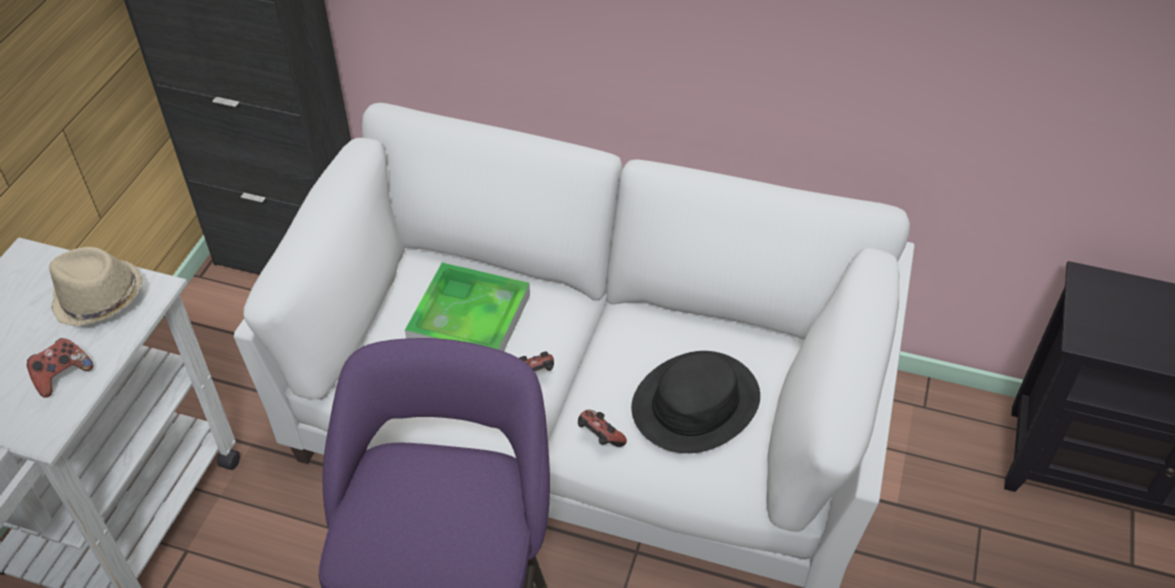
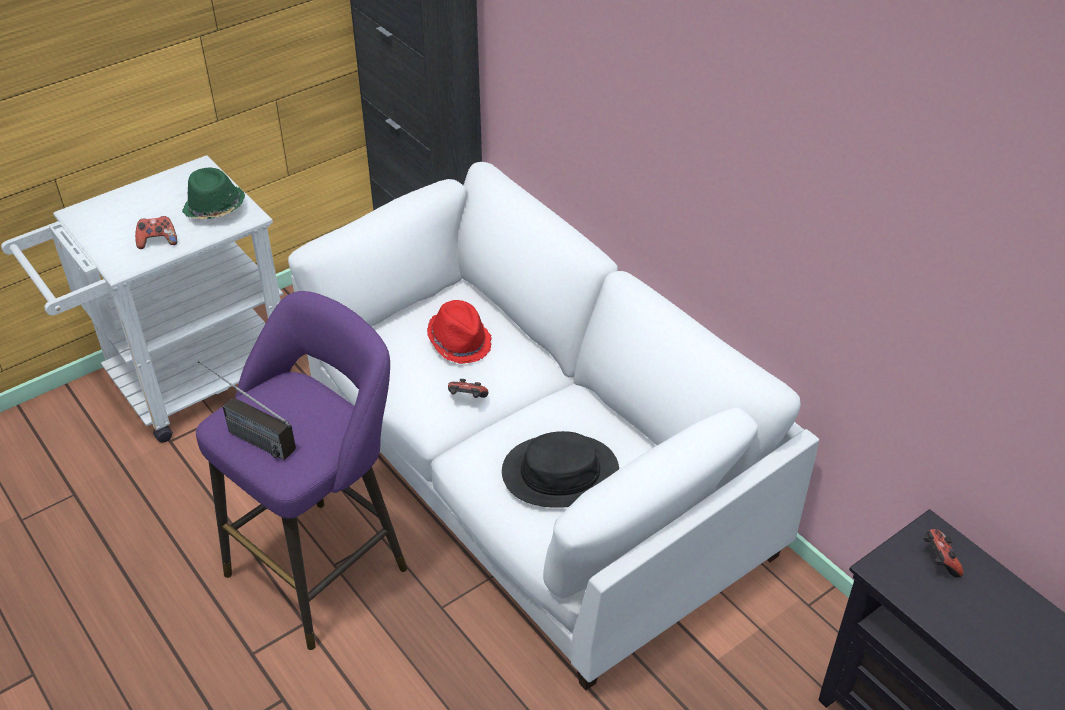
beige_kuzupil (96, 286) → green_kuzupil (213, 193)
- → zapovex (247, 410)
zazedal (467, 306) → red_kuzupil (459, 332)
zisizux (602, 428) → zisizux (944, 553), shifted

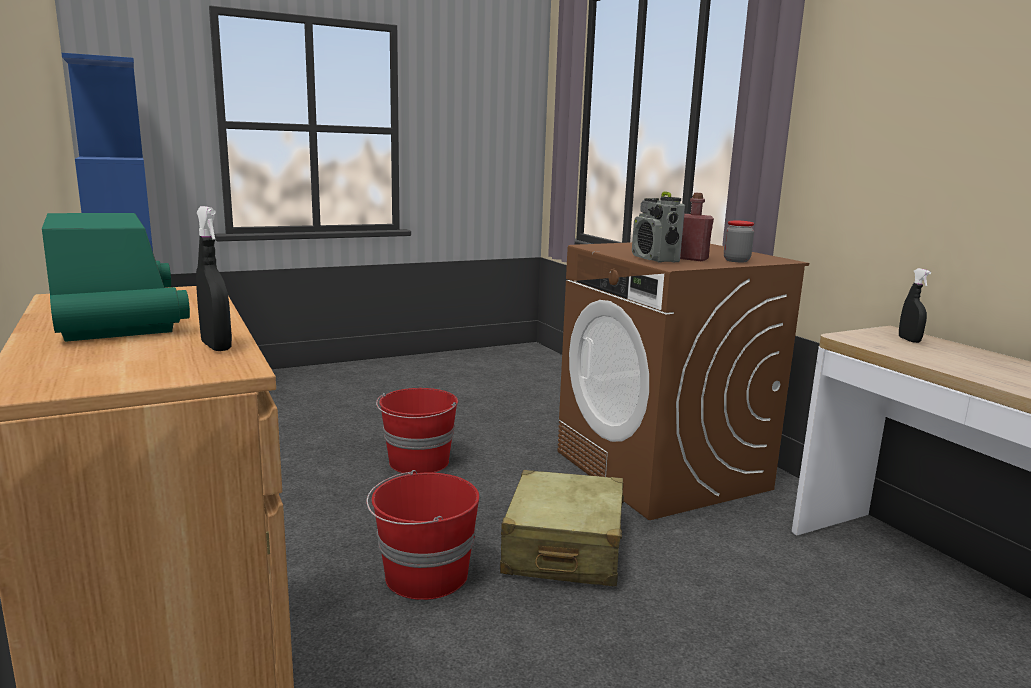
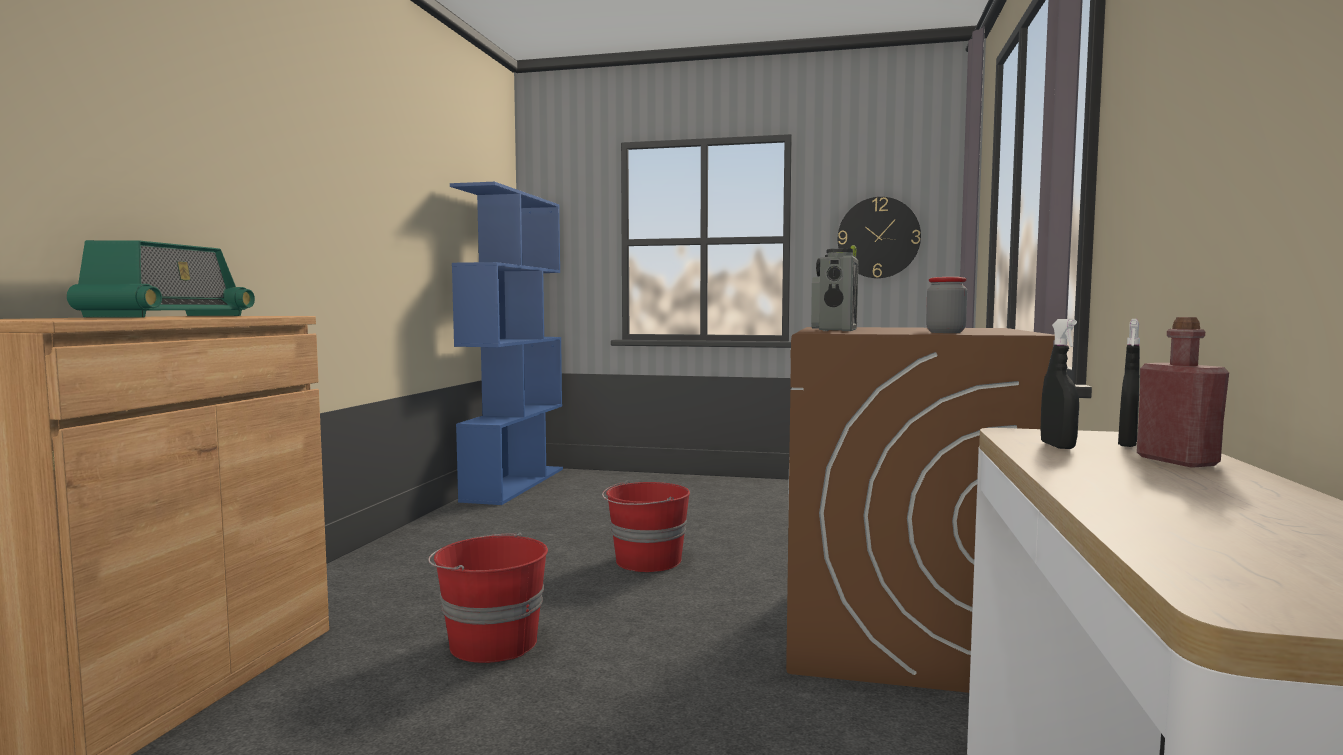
- → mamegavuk (879, 237)
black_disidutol (214, 278) → black_disidutol (1060, 384), shifted
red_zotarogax (697, 227) → red_zotarogax (1183, 392), shifted
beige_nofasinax (562, 528) → -

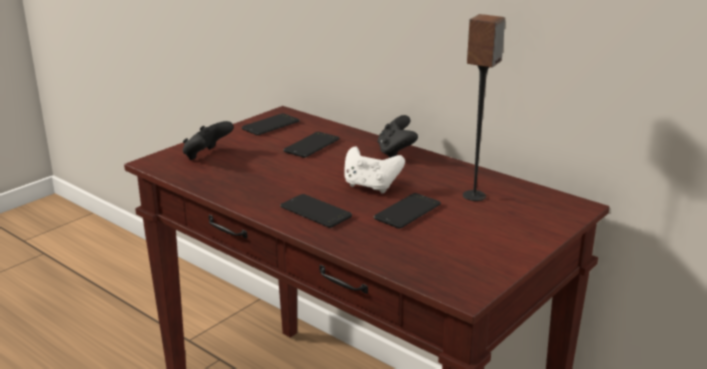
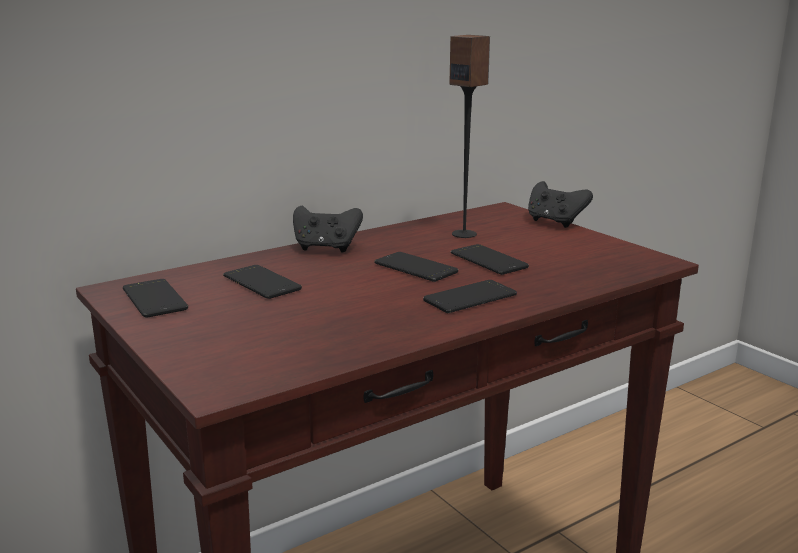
white_zisizux (375, 170) → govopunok (416, 267)
black_zisizux (208, 140) → black_zisizux (560, 204), shifted

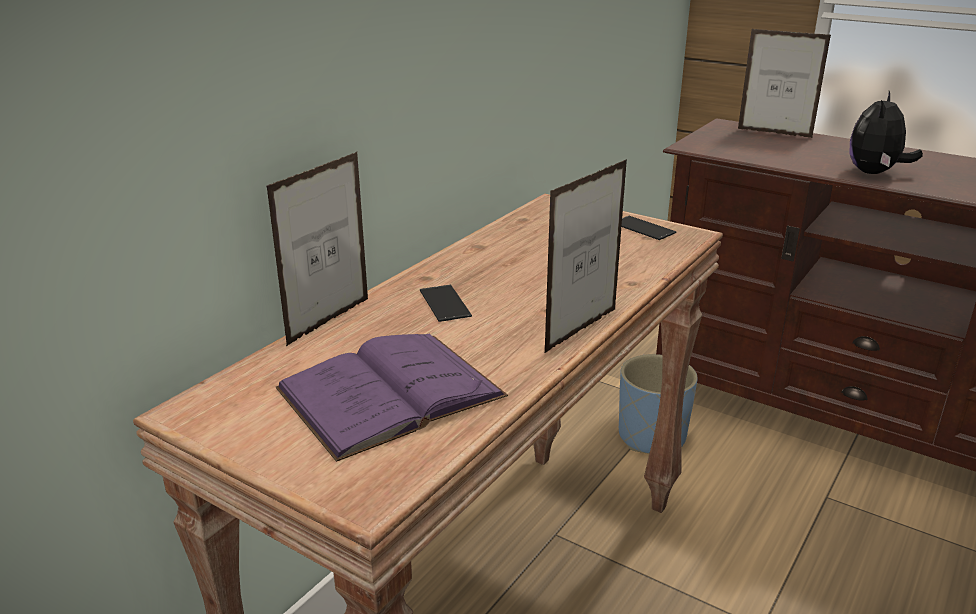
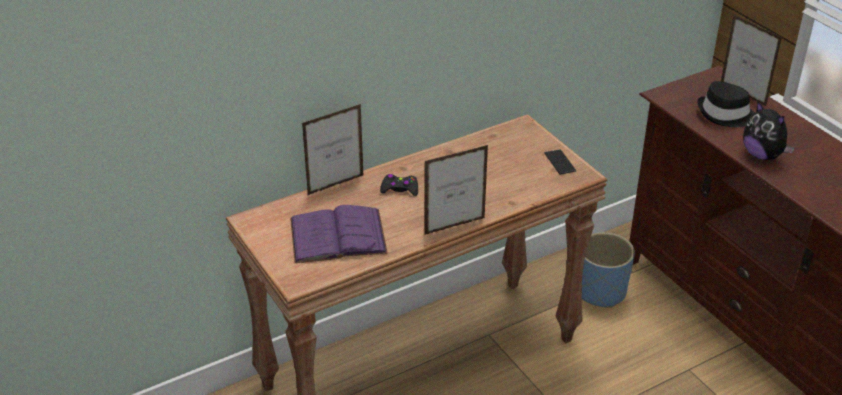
govopunok (446, 303) → black_zisizux (399, 185)
- → black_kuzupil (726, 104)
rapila (886, 132) → rapila (769, 131), 90 degrees counterclockwise

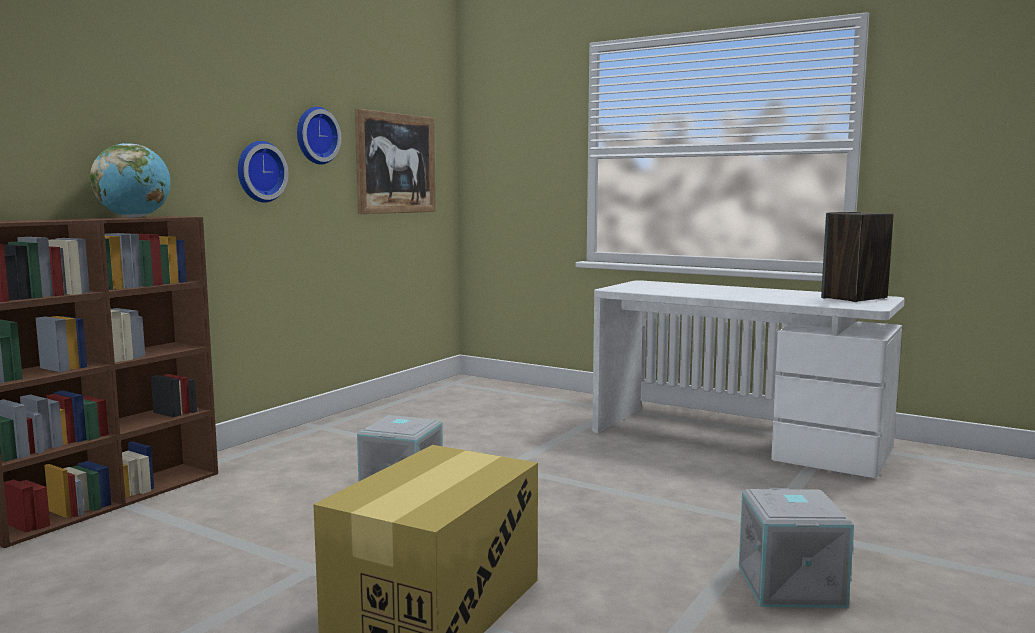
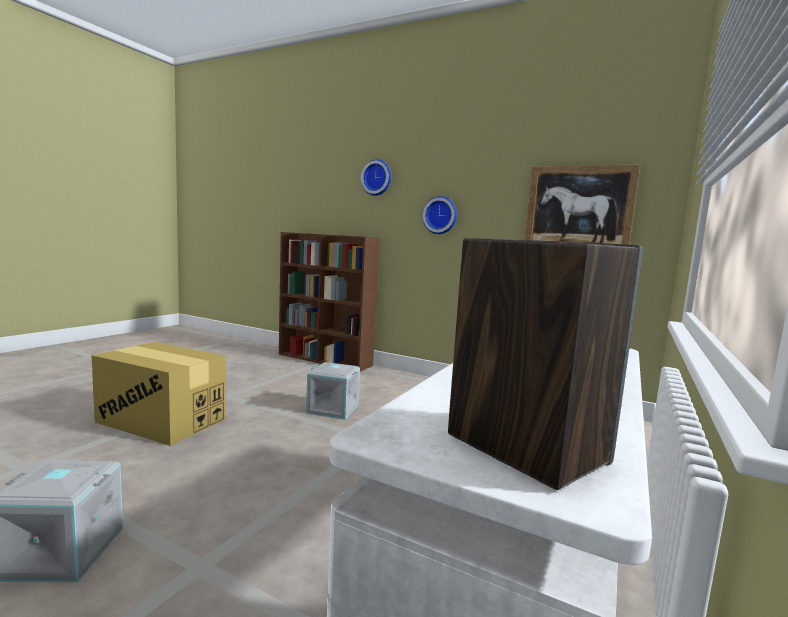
mamegavuk (319, 136) → mamegavuk (376, 177), shifted
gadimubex (130, 180) → -

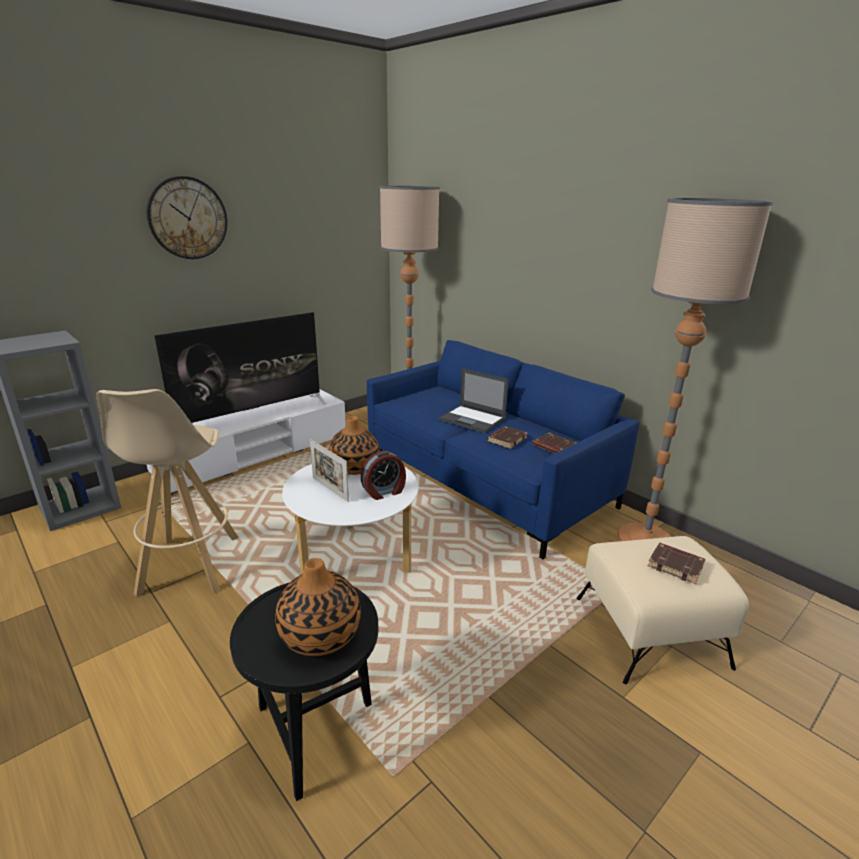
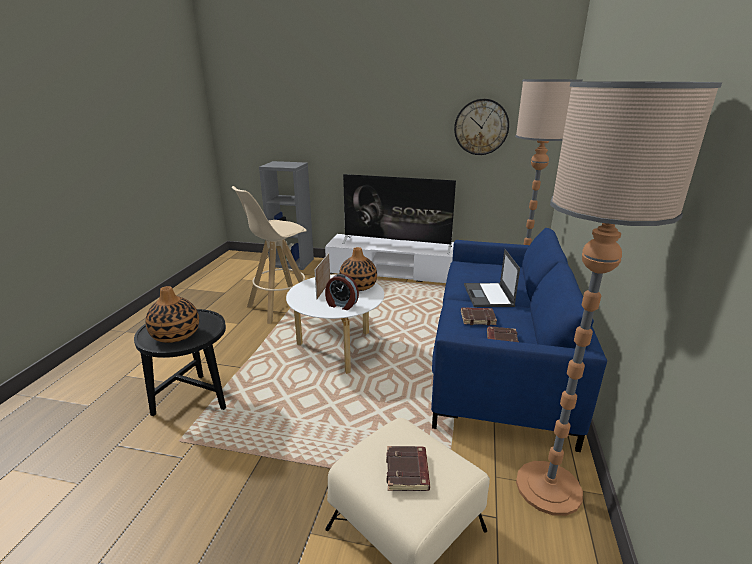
mamegavuk (187, 217) → mamegavuk (481, 127), shifted

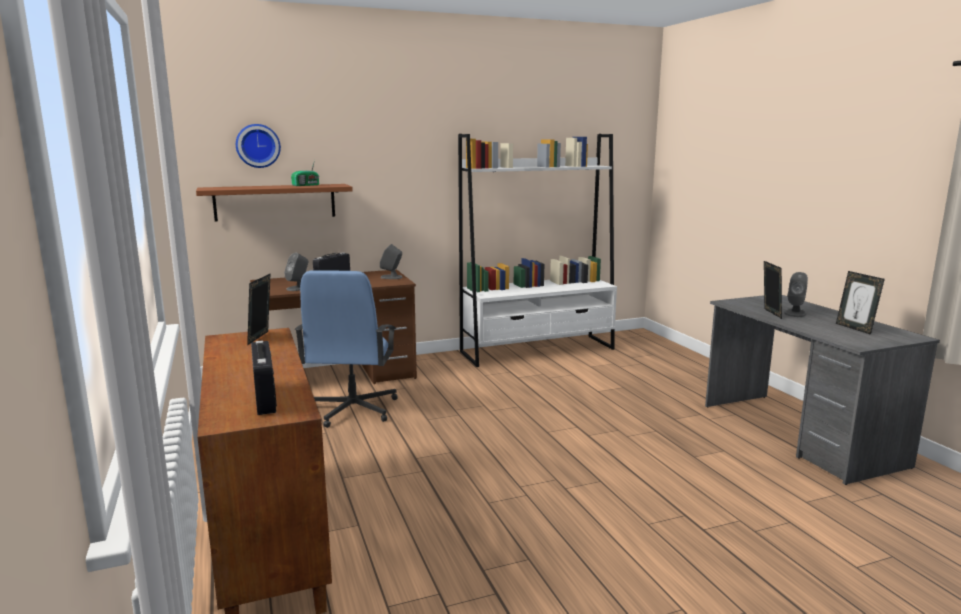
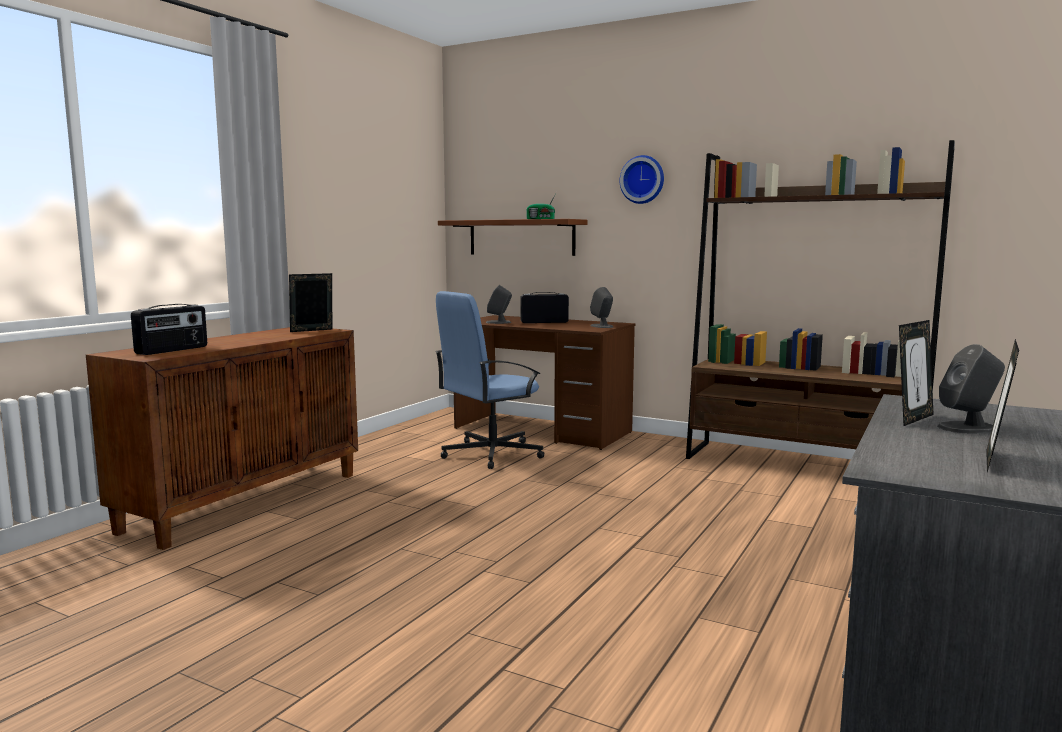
mamegavuk (258, 146) → mamegavuk (642, 179), shifted
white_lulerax (537, 250) → brown_lulerax (820, 299)

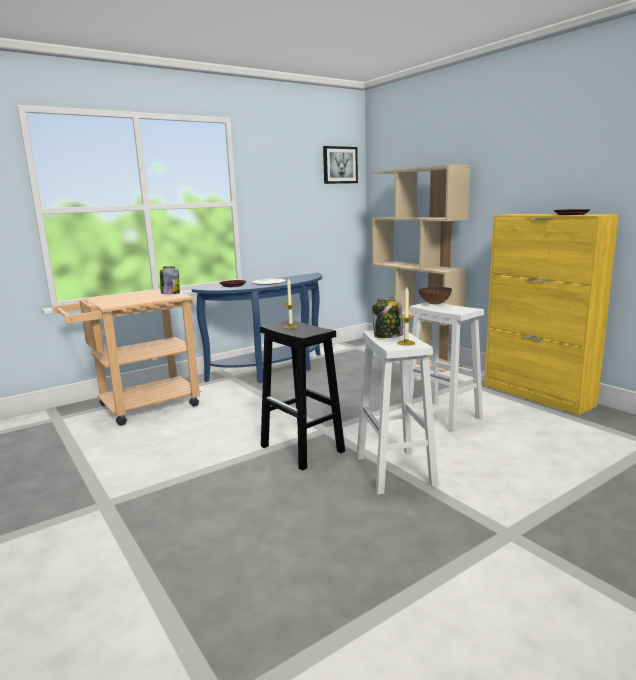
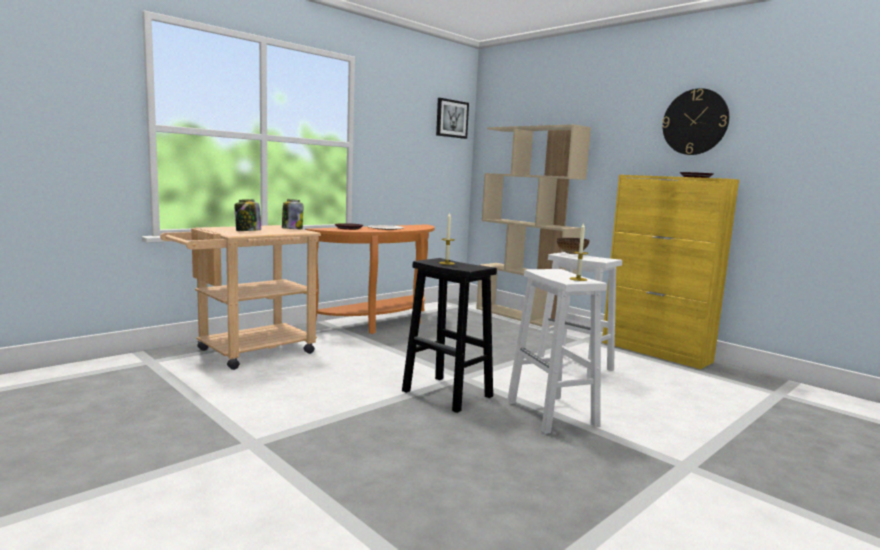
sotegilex (388, 317) → sotegilex (248, 215), shifted
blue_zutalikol (257, 328) → orange_zutalikol (370, 279)
- → mamegavuk (695, 121)

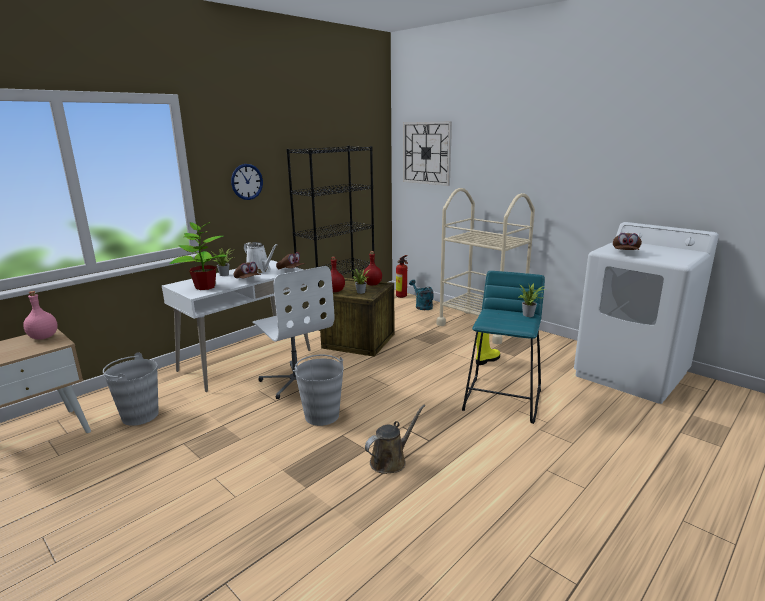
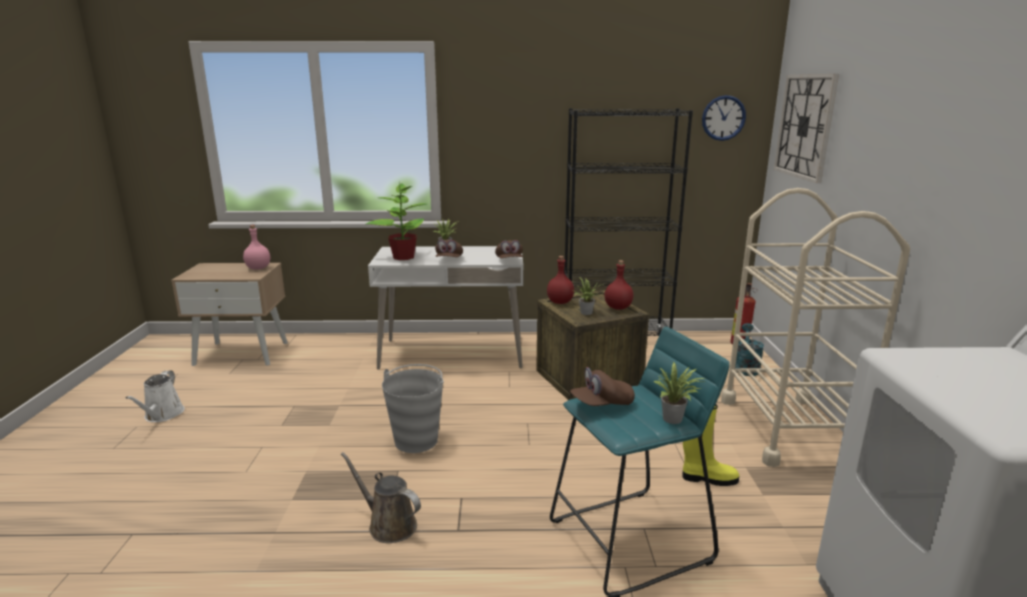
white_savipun (261, 258) → white_savipun (155, 396), shifted
brown_savipun (395, 439) → brown_savipun (381, 497), 150 degrees counterclockwise
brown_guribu (627, 241) → brown_guribu (602, 386), shifted
mamegavuk (247, 182) → mamegavuk (724, 118), shifted
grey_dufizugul (131, 389) → -
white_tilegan (293, 332) → -

